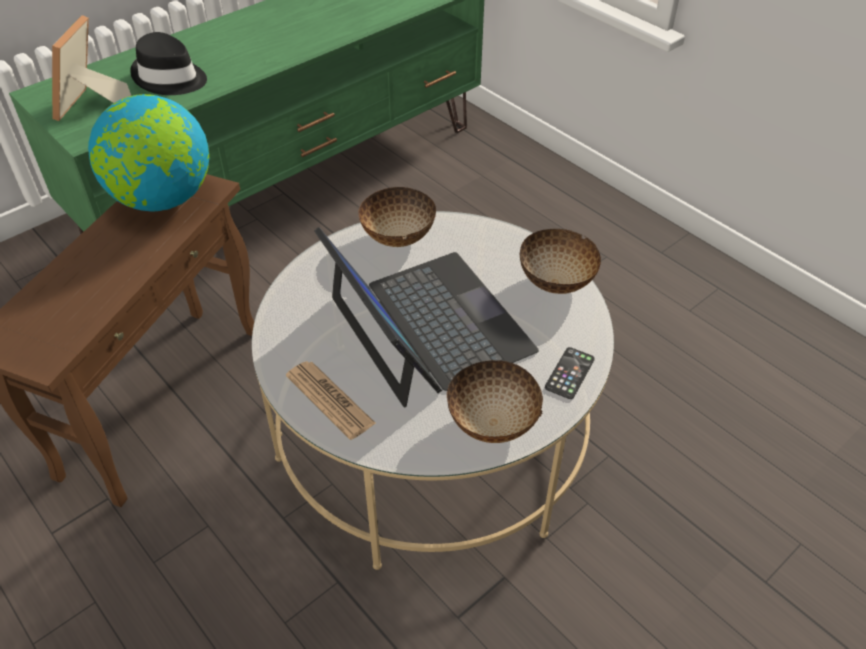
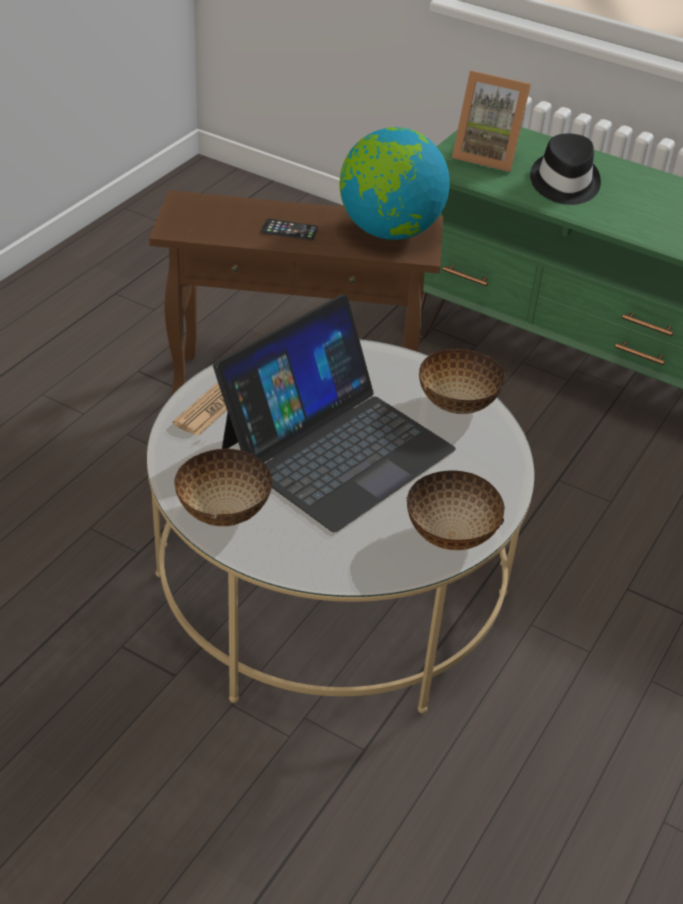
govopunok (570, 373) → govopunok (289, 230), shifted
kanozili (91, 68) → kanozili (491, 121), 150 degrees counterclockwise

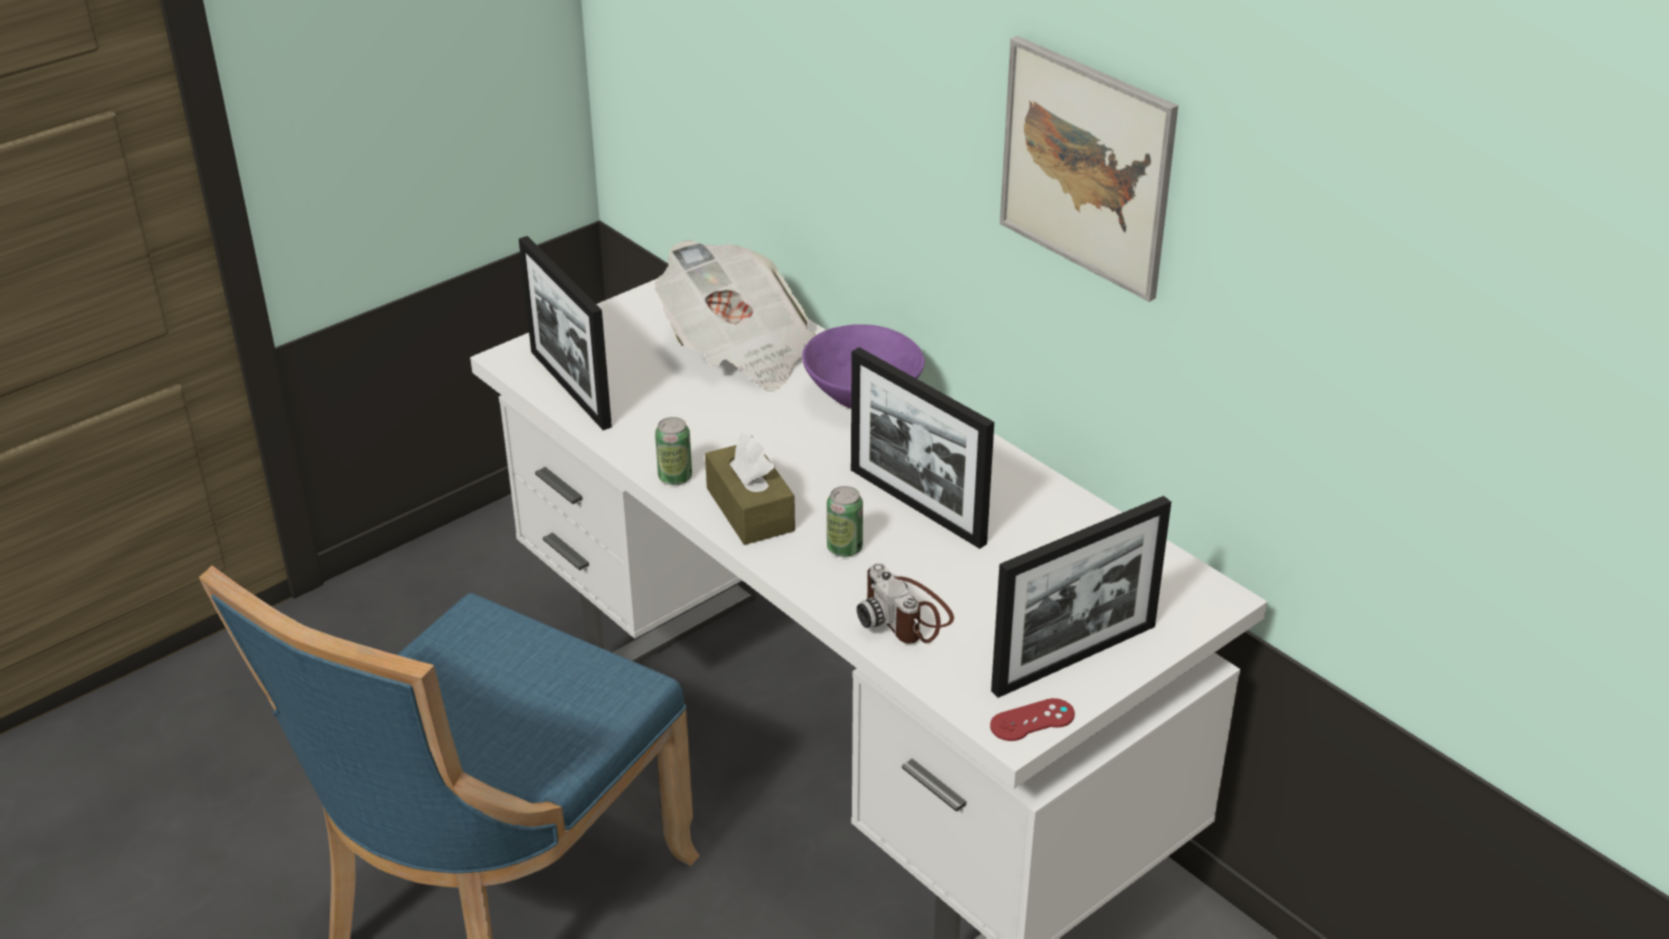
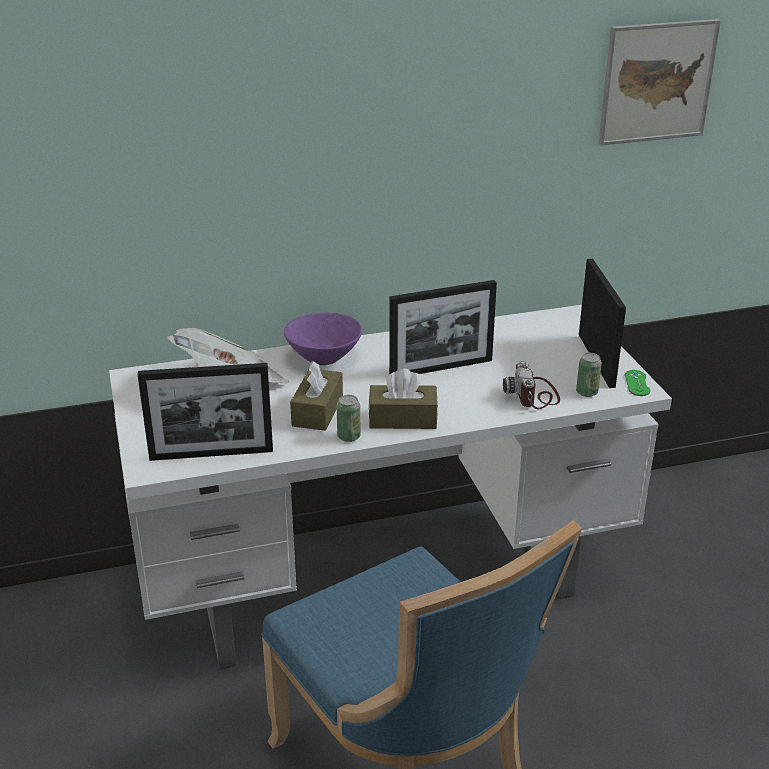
- → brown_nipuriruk (316, 396)
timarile (905, 603) → timarile (531, 385), 90 degrees clockwise
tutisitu (845, 521) → tutisitu (589, 375), shifted
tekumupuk (1089, 169) → tekumupuk (660, 82), shifted
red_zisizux (1032, 719) → green_zisizux (637, 383)

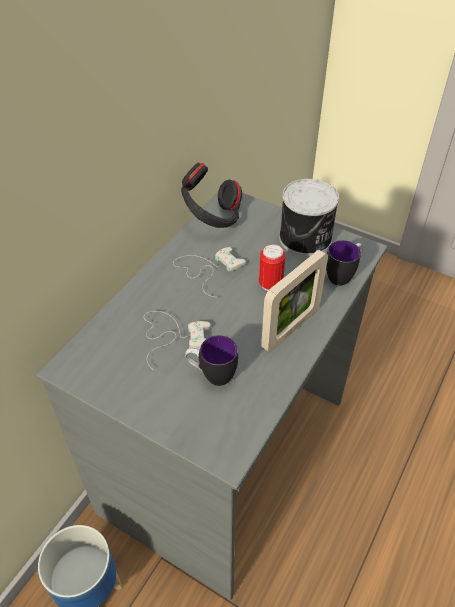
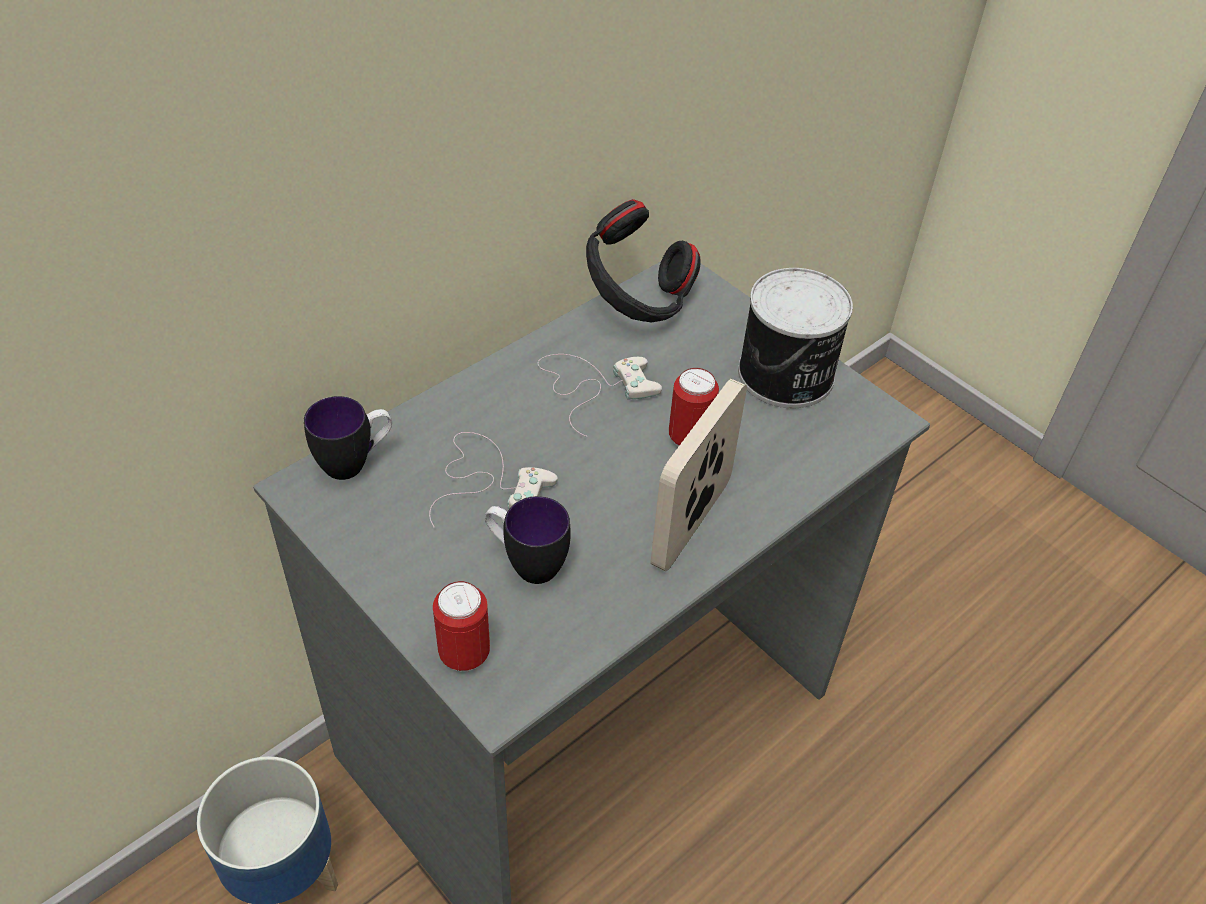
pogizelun (344, 263) → pogizelun (348, 438), shifted
- → tutisitu (461, 626)
kanozili (294, 301) → kanozili (699, 475), 150 degrees clockwise

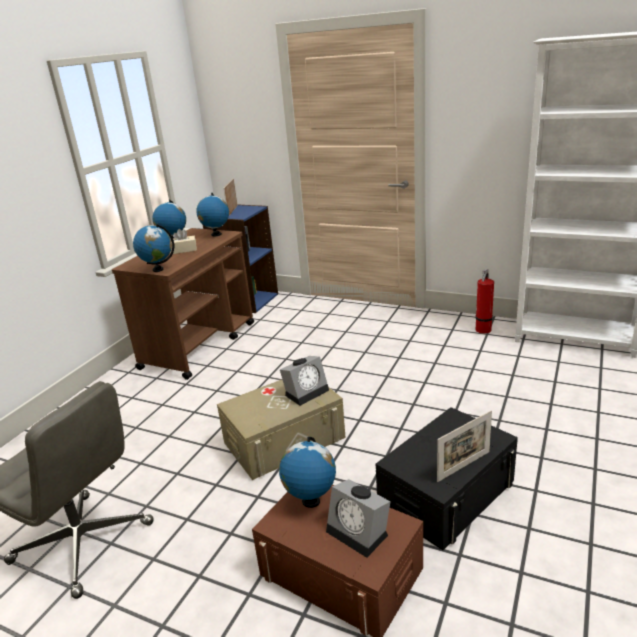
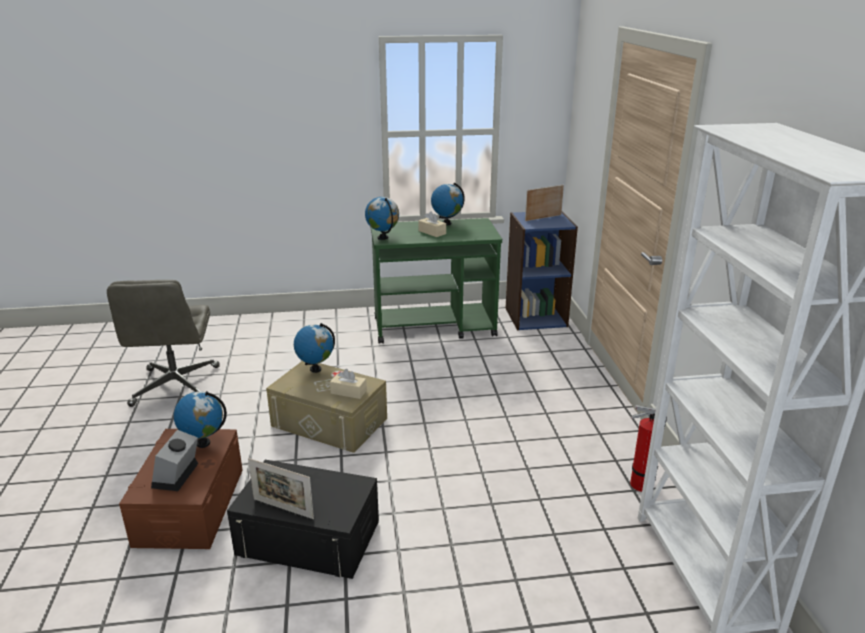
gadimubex (212, 214) → gadimubex (314, 348), shifted
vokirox (304, 381) → beige_nipuriruk (348, 384)
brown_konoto (183, 304) → green_konoto (436, 281)

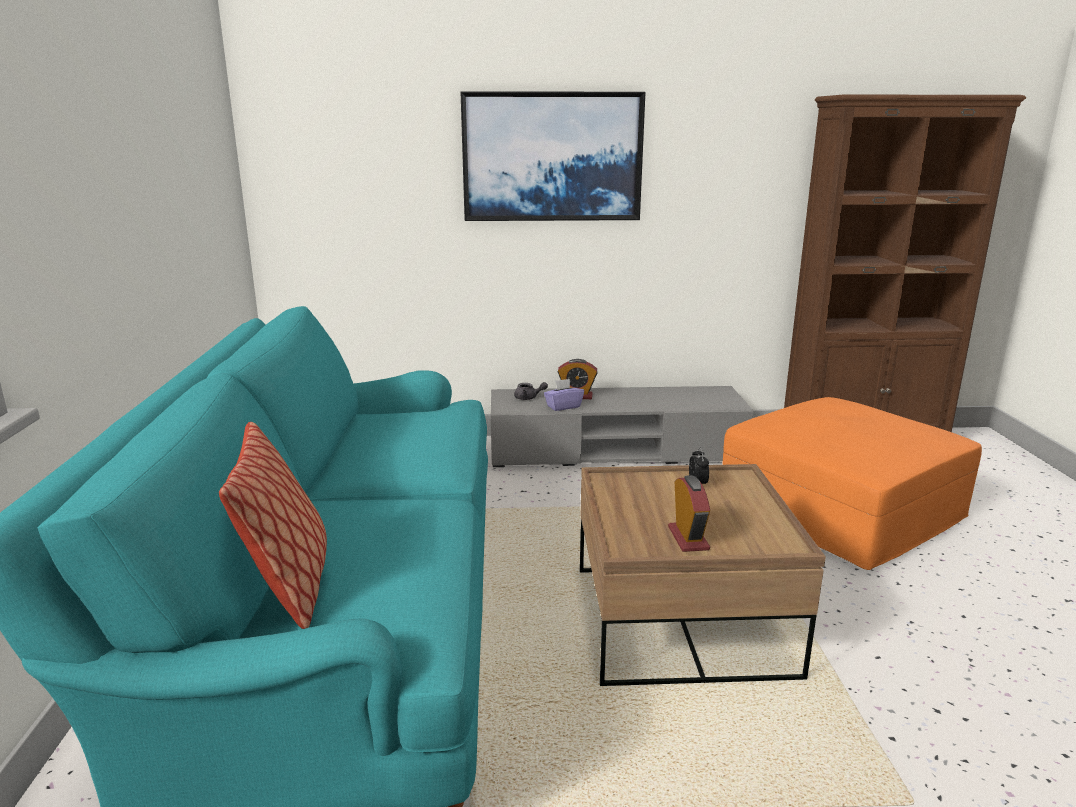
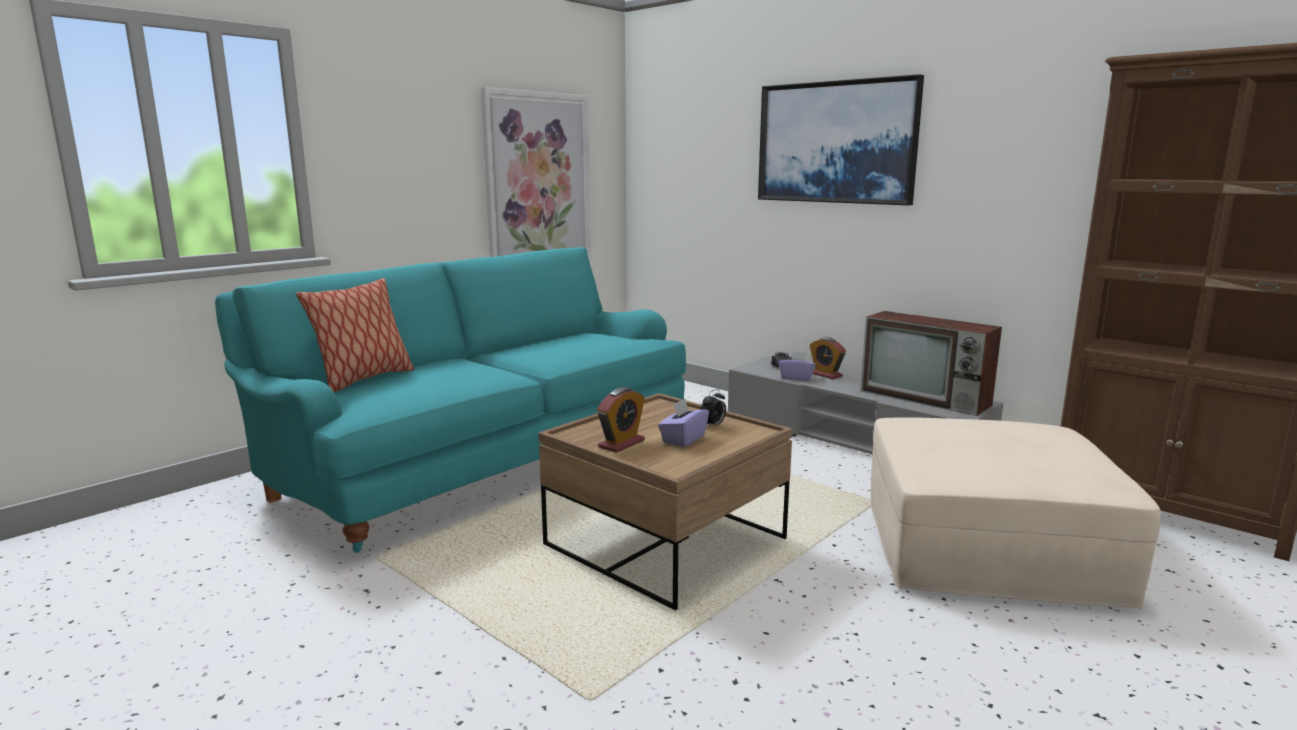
- → tekumupuk (536, 174)
- → purple_nipuriruk (683, 422)
- → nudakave (931, 363)
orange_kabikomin (852, 483) → beige_kabikomin (1016, 512)

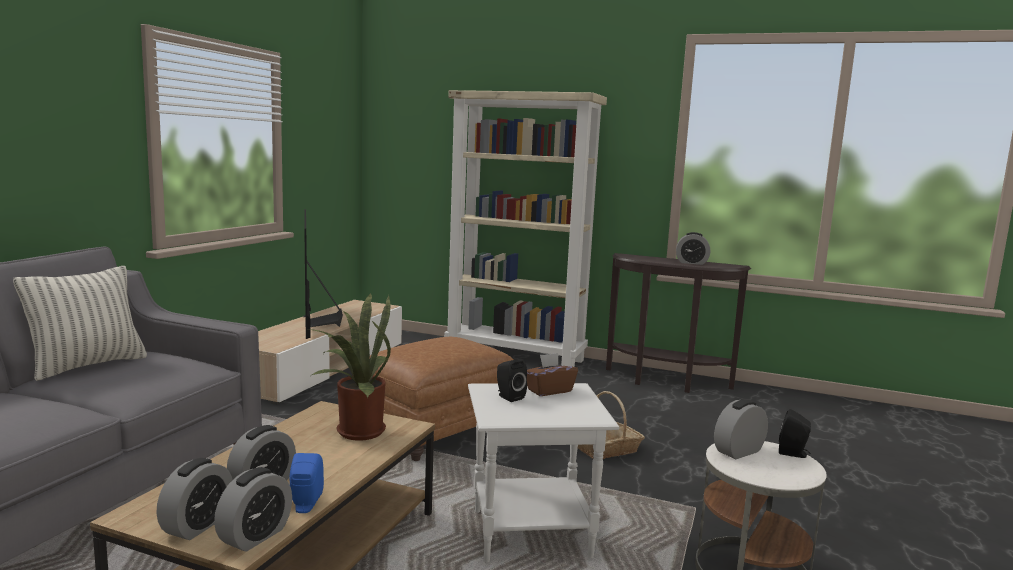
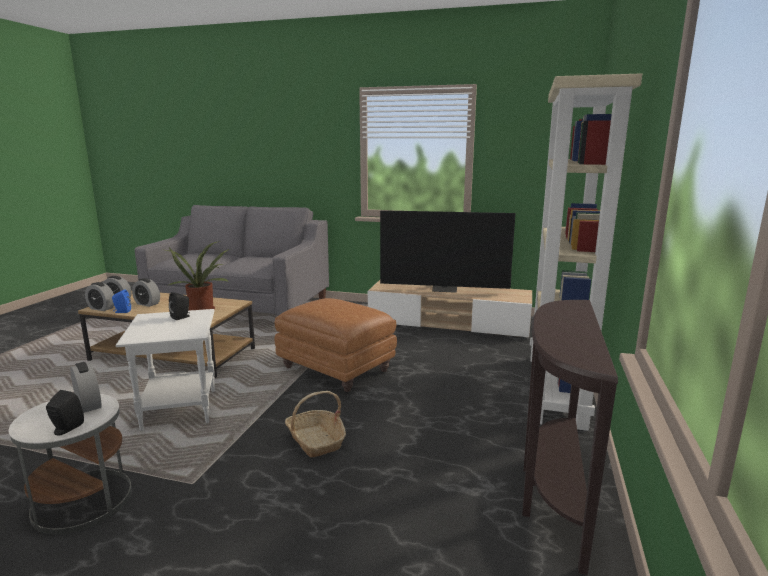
nudakave (323, 274) → nudakave (448, 251), 150 degrees counterclockwise
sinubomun (80, 323) → -
brown_nipuriruk (552, 374) → -
vokirox (693, 248) → -

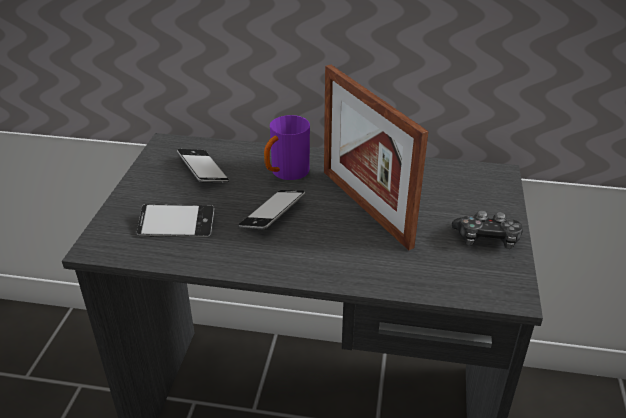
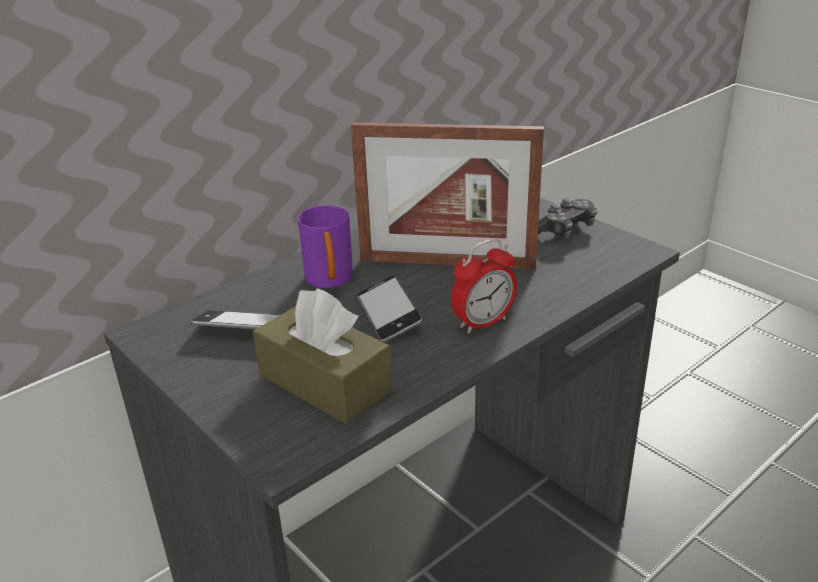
govopunok (176, 221) → brown_nipuriruk (323, 356)
- → vokirox (484, 286)

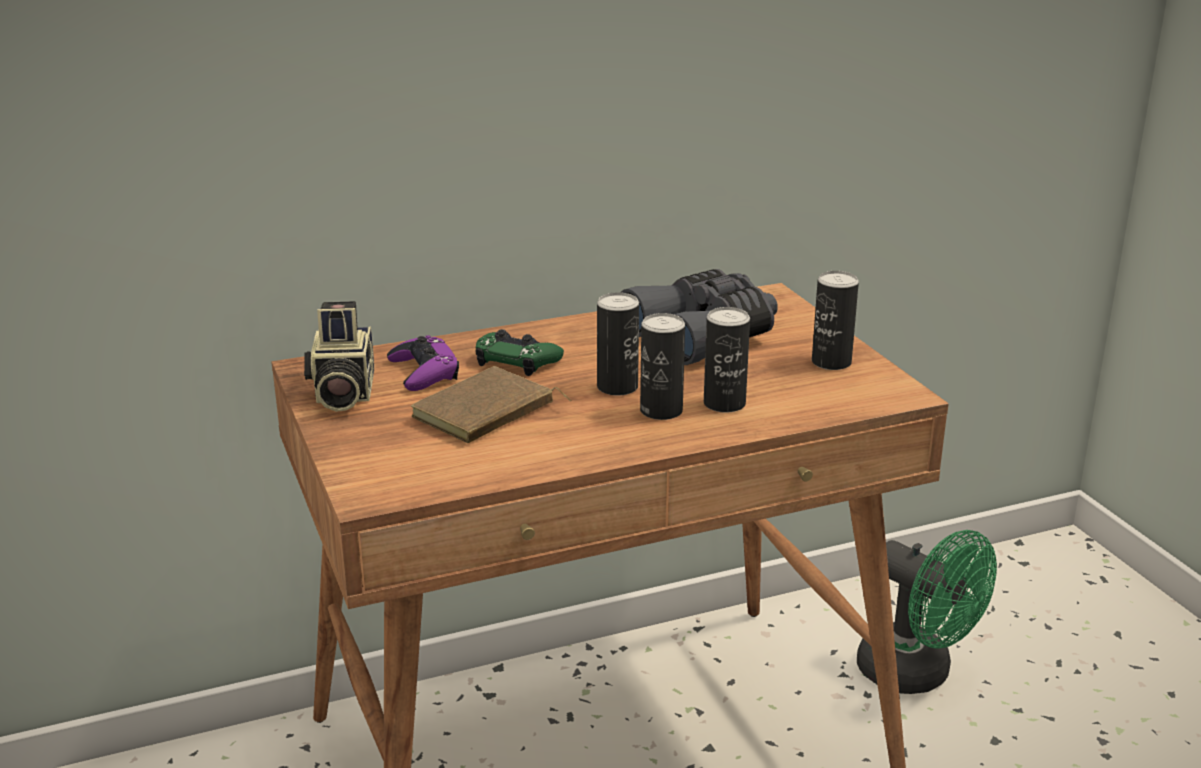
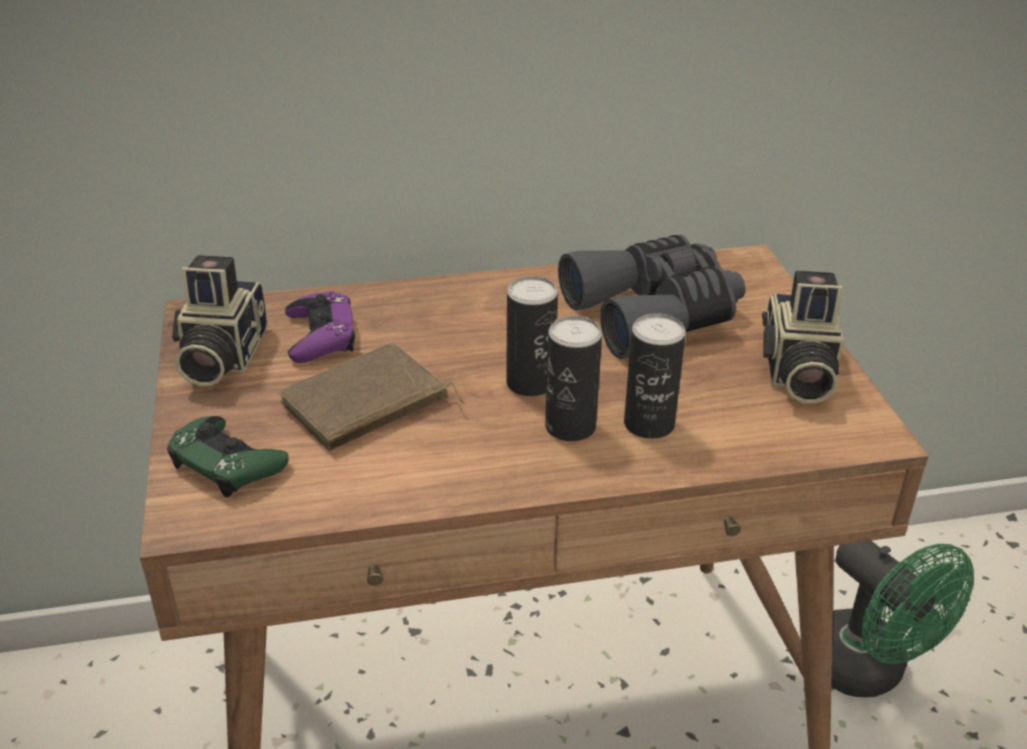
green_zisizux (520, 352) → green_zisizux (228, 456), shifted
tutisitu (835, 320) → timarile (803, 337)

